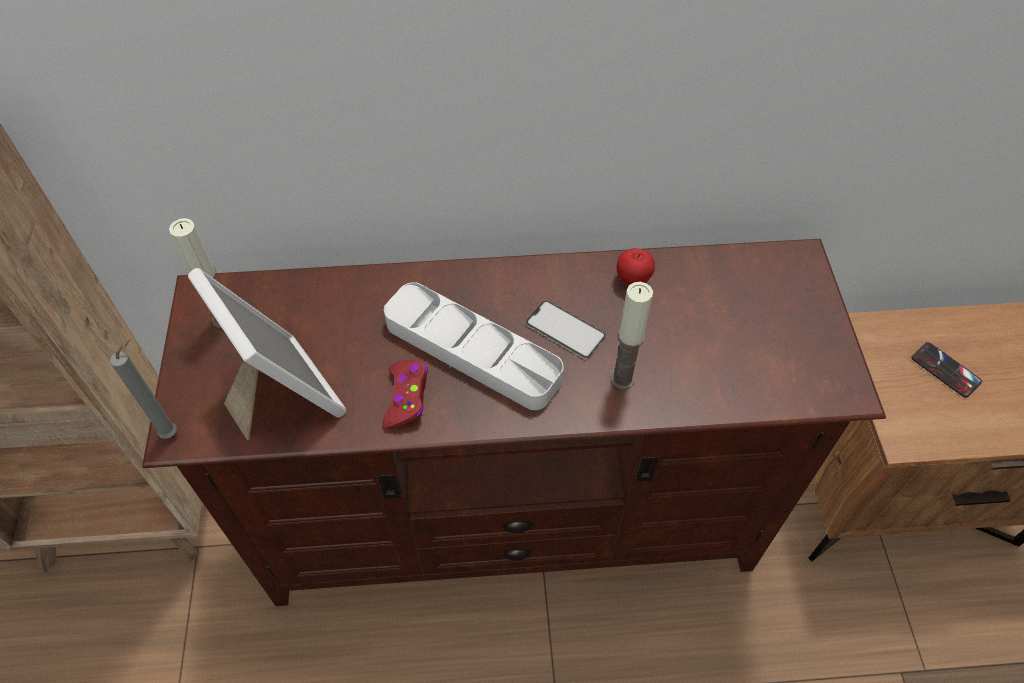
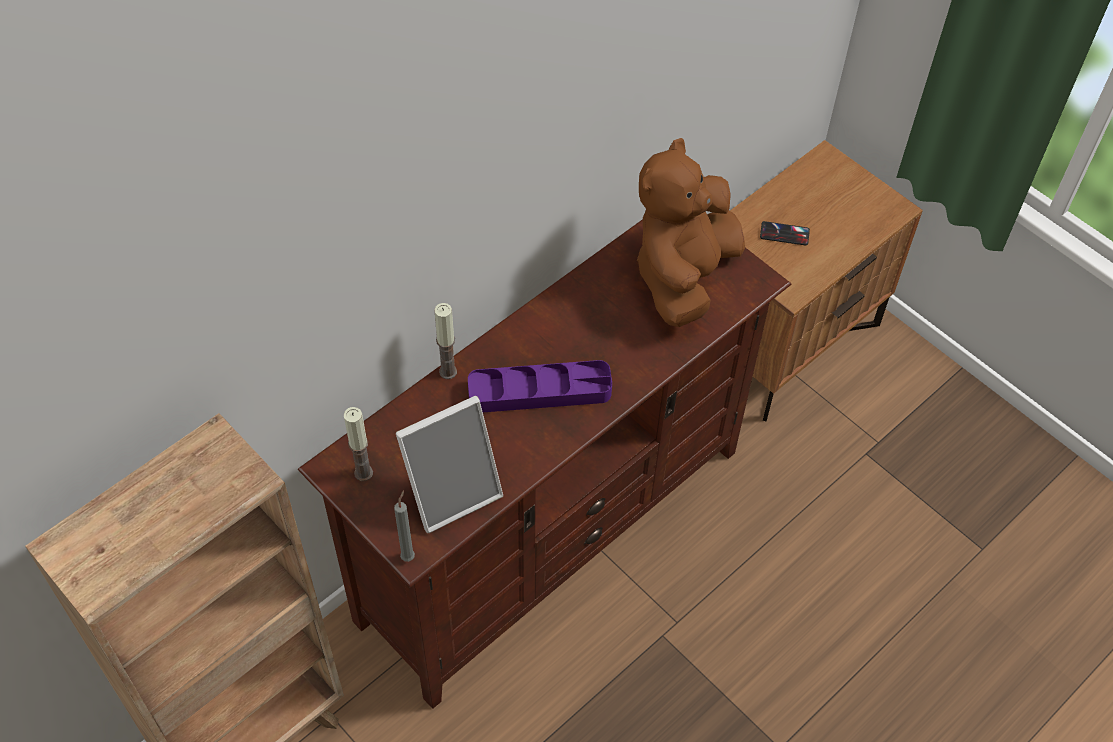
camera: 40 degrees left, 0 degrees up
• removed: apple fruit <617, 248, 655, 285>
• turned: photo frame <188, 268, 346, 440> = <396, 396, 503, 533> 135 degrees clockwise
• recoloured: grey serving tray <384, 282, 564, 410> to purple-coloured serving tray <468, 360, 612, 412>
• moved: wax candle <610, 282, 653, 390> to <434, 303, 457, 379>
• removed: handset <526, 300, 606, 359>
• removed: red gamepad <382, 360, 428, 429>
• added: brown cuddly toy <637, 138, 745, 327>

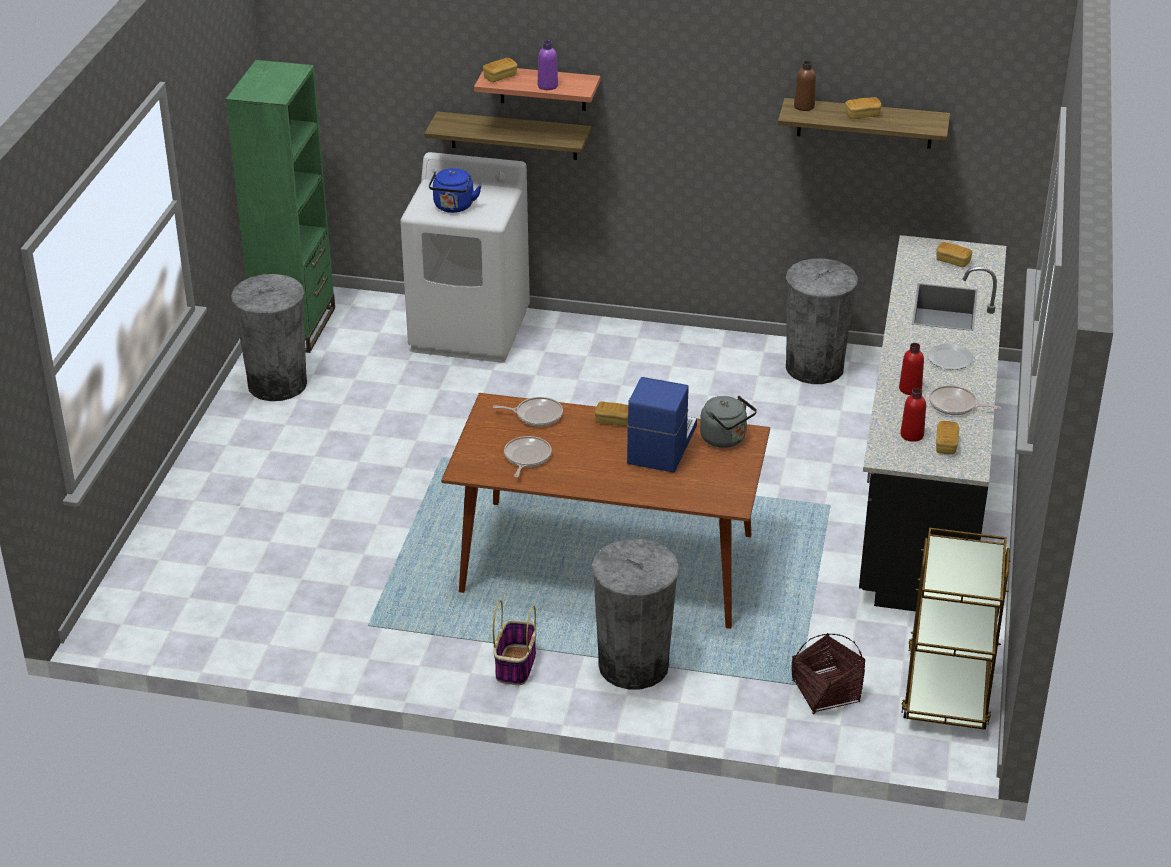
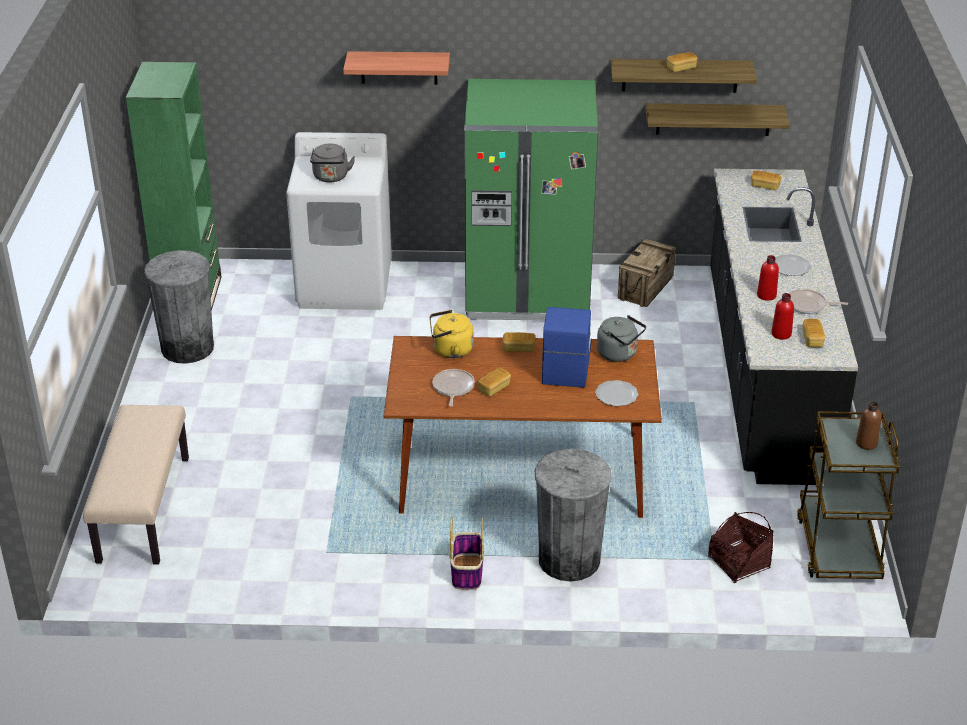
camera: 10 degrees left, 0 degrees up
• removed: purple-coloured bottle <538, 41, 558, 90>
• moved: bread <483, 58, 517, 82> to <478, 368, 511, 397>
• moved: brown bottle <794, 61, 816, 111> to <856, 401, 882, 450>
• moved: bracket shelf <424, 111, 591, 160> to <645, 103, 790, 136>
• recoloured: blue-coloured water kettle <429, 168, 481, 213> to grey water kettle <310, 144, 355, 182>
• replaced: grey trash can <786, 258, 858, 384> to shipping crate <618, 239, 676, 307>
• replaced: pan <493, 397, 563, 426> to yellow-coloured water kettle <429, 310, 474, 358>
• added: green-coloured refrigerator <464, 79, 598, 321>
• added: plate <595, 380, 638, 406>
• added: beige-coloured long seat <83, 405, 189, 565>

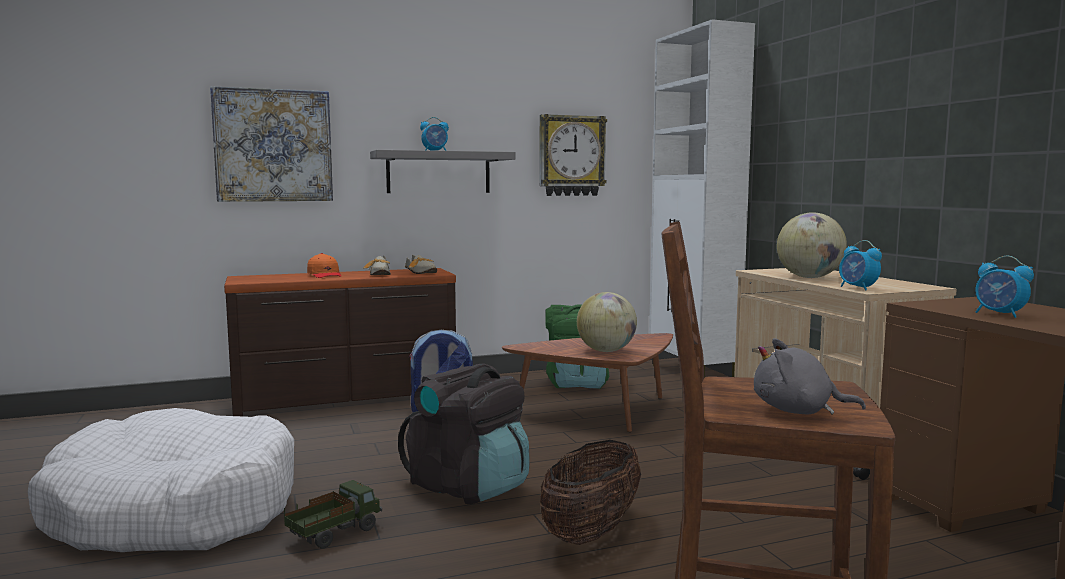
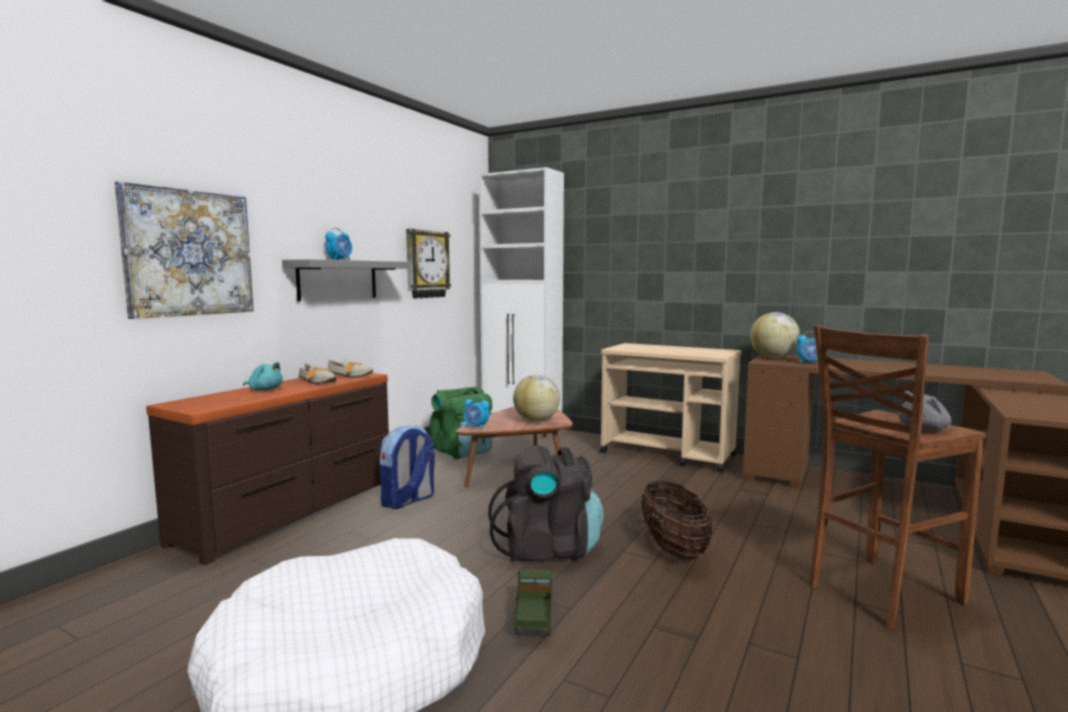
camera: 40 degrees left, 0 degrees up
• moved: desk globe <777, 212, 847, 278> to <750, 312, 800, 358>
• moved: table clock <839, 240, 882, 291> to <463, 395, 490, 429>
• replaced: orange-coloured peaked cap <307, 253, 341, 278> to blue-green cuddly toy <243, 362, 283, 391>

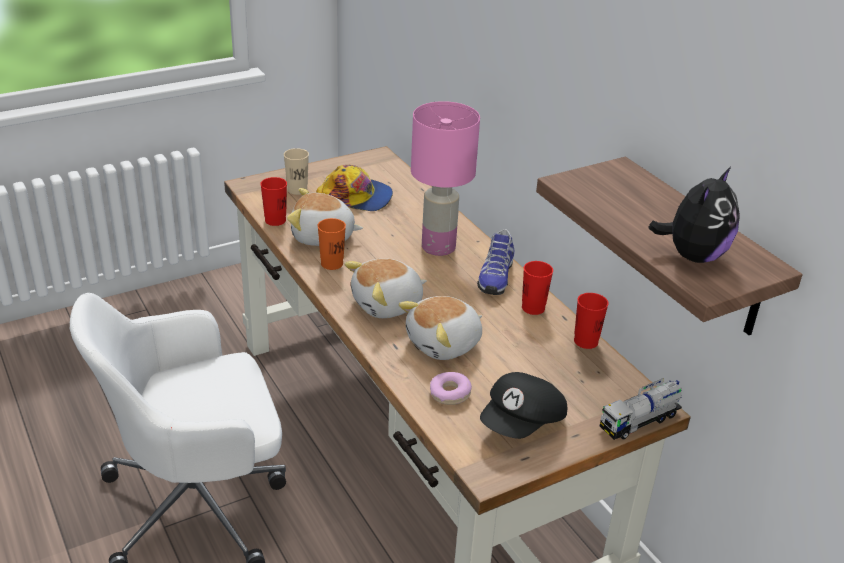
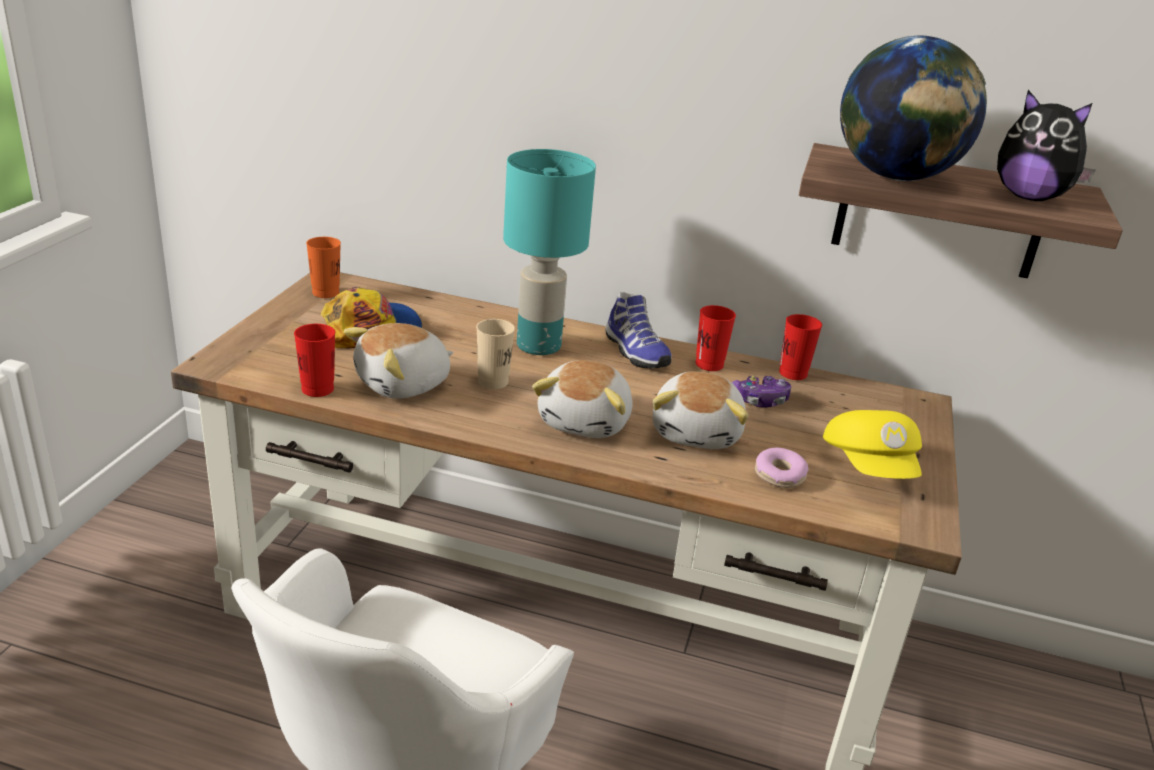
camera: 45 degrees left, 5 degrees down
• recoloured: pink tabletop lamp <411, 101, 480, 256> to blue-green tabletop lamp <503, 149, 596, 355>
• moved: beige-coloured drinking cup <284, 148, 309, 195> to <476, 319, 515, 389>
• turned: cuddly toy <648, 167, 740, 263> = <997, 90, 1095, 201> 135 degrees clockwise
• moved: orange-coloured drinking cup <318, 218, 346, 270> to <306, 237, 341, 298>
• recoloured: black-coloured peaked cap <480, 372, 567, 439> to yellow-coloured peaked cap <823, 410, 922, 479>
• removed: toy truck <600, 378, 682, 440>
• added: desk globe <840, 36, 987, 181>
• added: gamepad <732, 376, 791, 408>

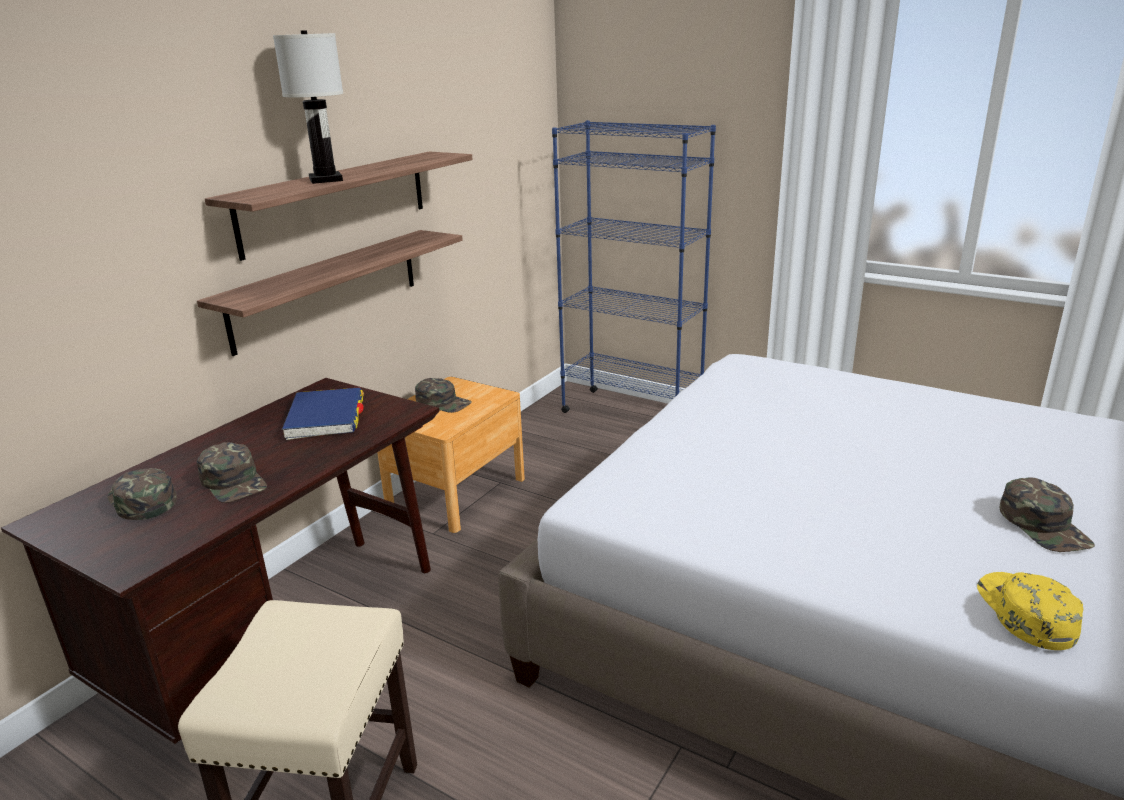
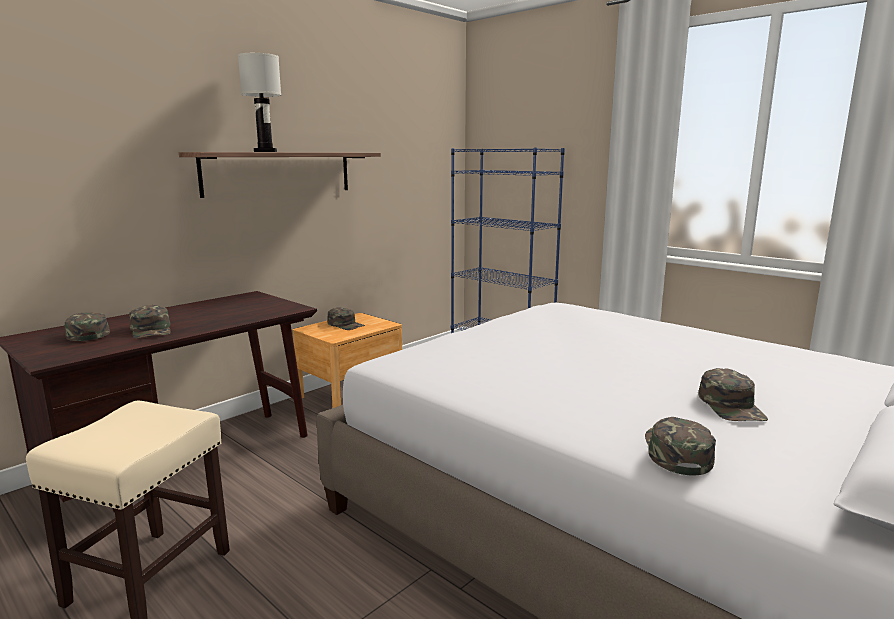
camera: 10 degrees right, 10 degrees down
• removed: bracket shelf <197, 230, 463, 356>
• removed: blue-coloured bound book <282, 388, 364, 440>
• recoloured: yellow-coloured peaked cap <977, 572, 1083, 650> to green-coloured peaked cap <645, 417, 716, 475>

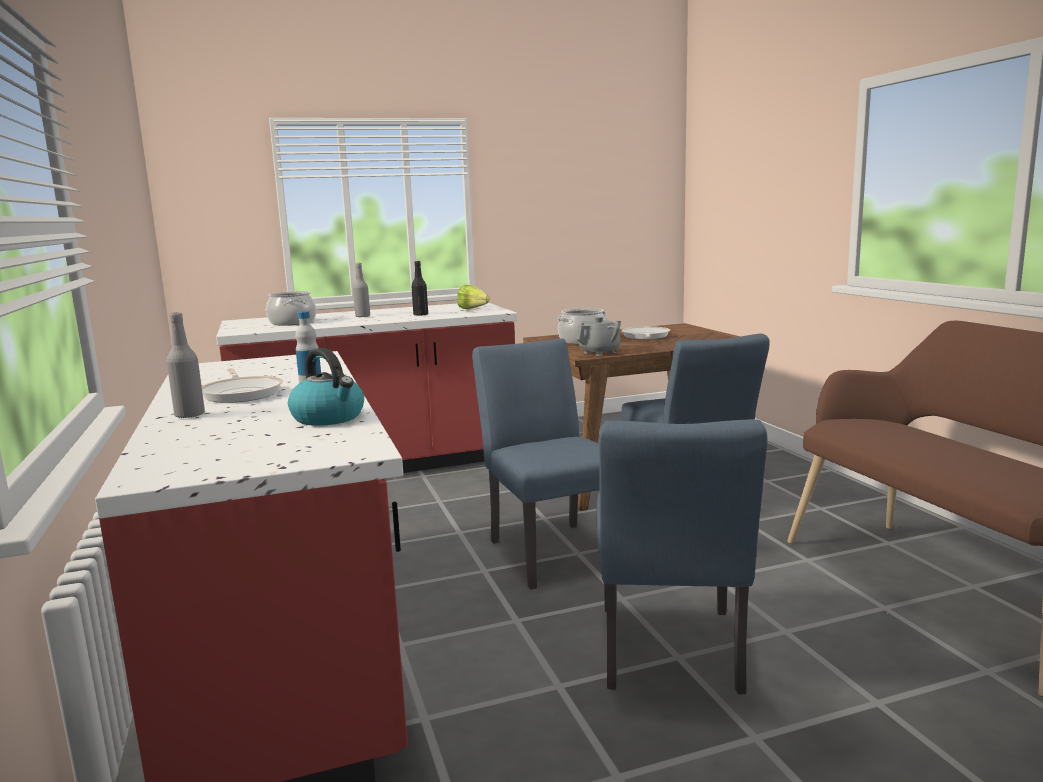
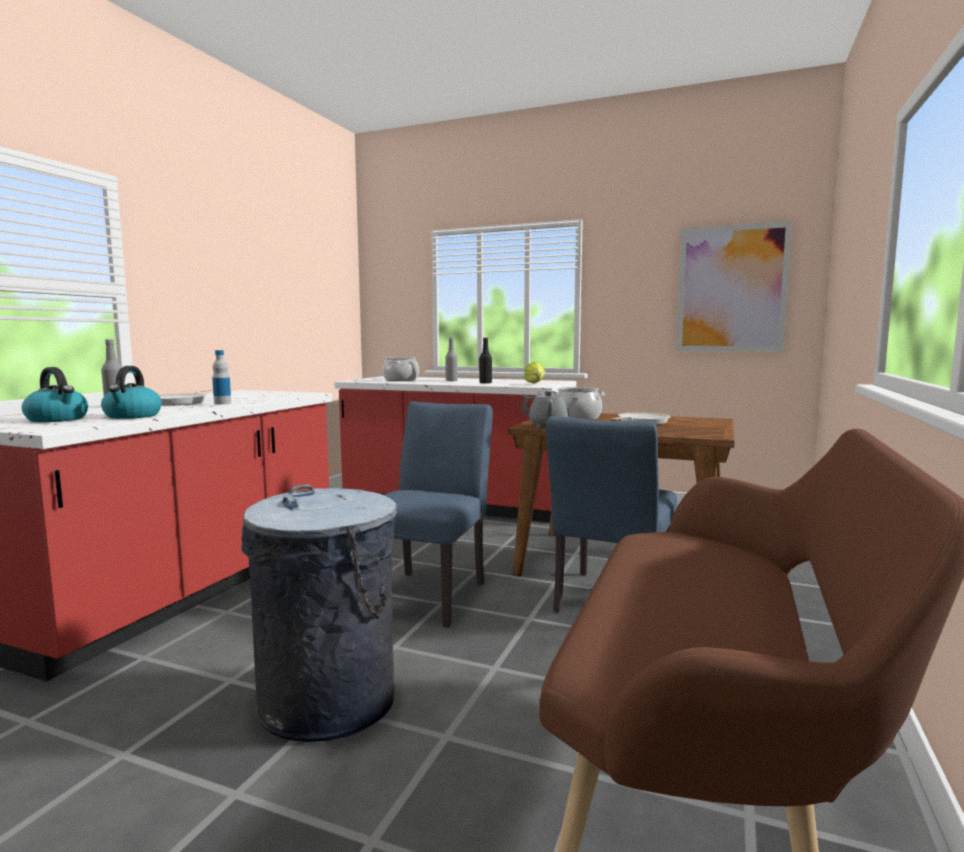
camera: 40 degrees right, 5 degrees down
• replaced: blue-coloured upright chair <596, 419, 767, 694> to grey trash can <241, 484, 397, 742>
• added: picture <676, 221, 792, 352>
• added: water kettle <22, 367, 88, 422>

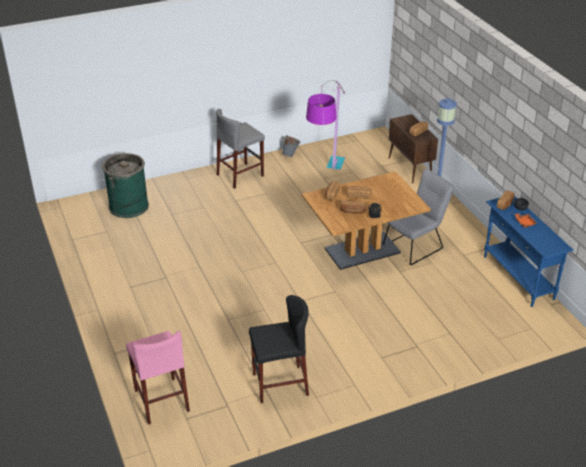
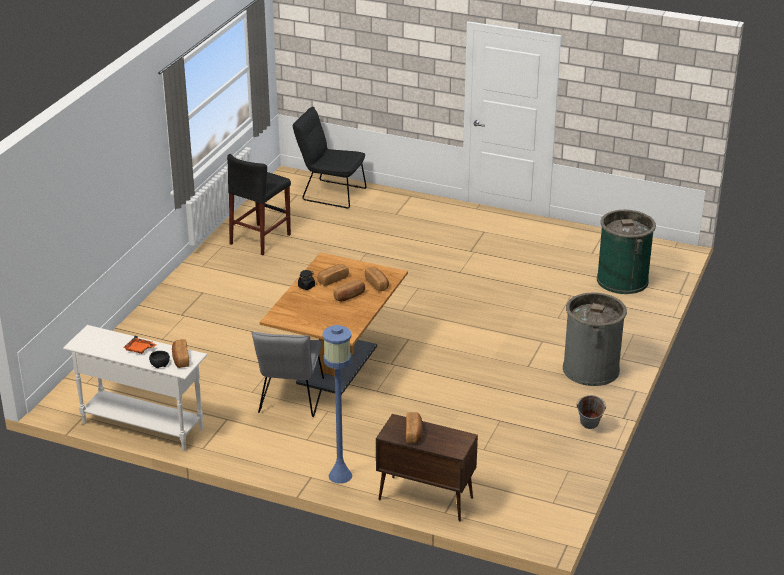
camera: 135 degrees right, 5 degrees down
• removed: floor lamp <306, 80, 345, 170>
• replaced: grey stool seat <216, 109, 265, 189> to grey trash can <563, 293, 627, 386>
• recoloured: blue-coloured hall table <484, 196, 573, 307> to white-coloured hall table <63, 325, 207, 451>
• replaced: pink stool seat <126, 331, 190, 425> to black-coloured upright chair <293, 107, 367, 209>

